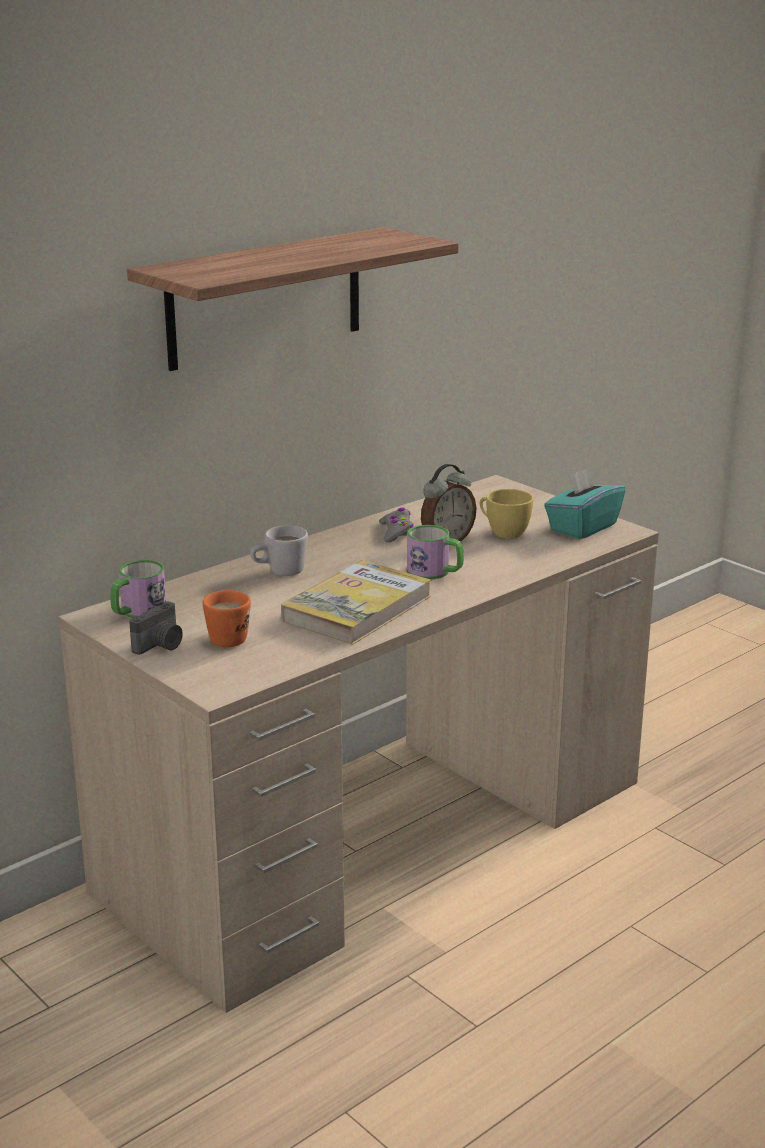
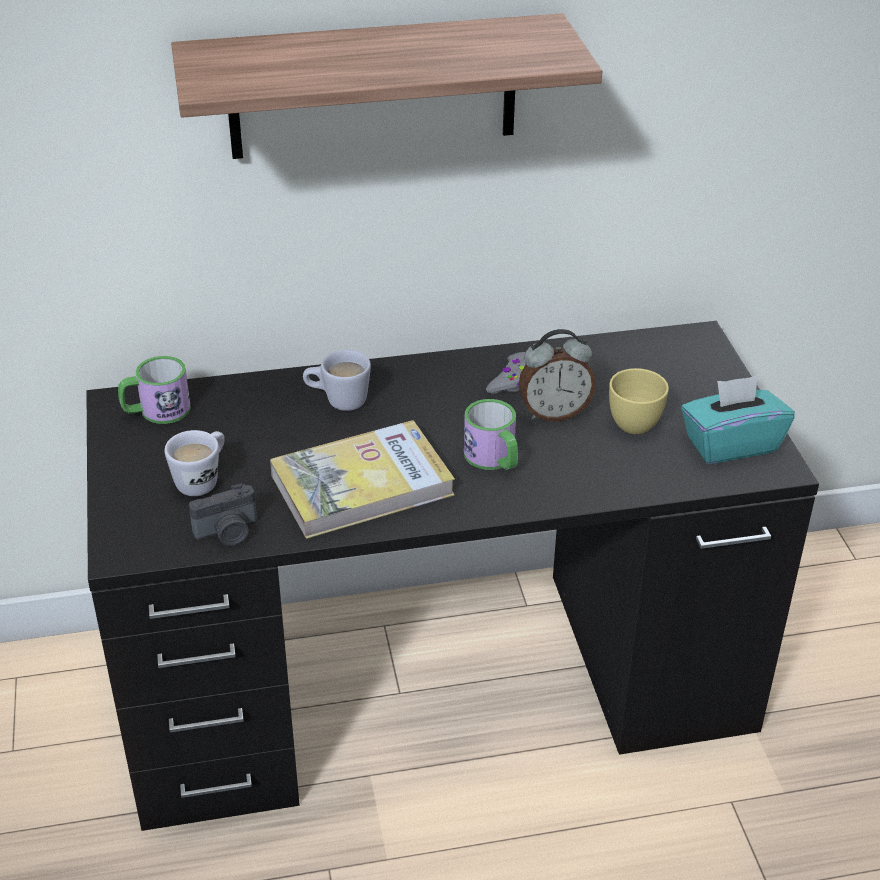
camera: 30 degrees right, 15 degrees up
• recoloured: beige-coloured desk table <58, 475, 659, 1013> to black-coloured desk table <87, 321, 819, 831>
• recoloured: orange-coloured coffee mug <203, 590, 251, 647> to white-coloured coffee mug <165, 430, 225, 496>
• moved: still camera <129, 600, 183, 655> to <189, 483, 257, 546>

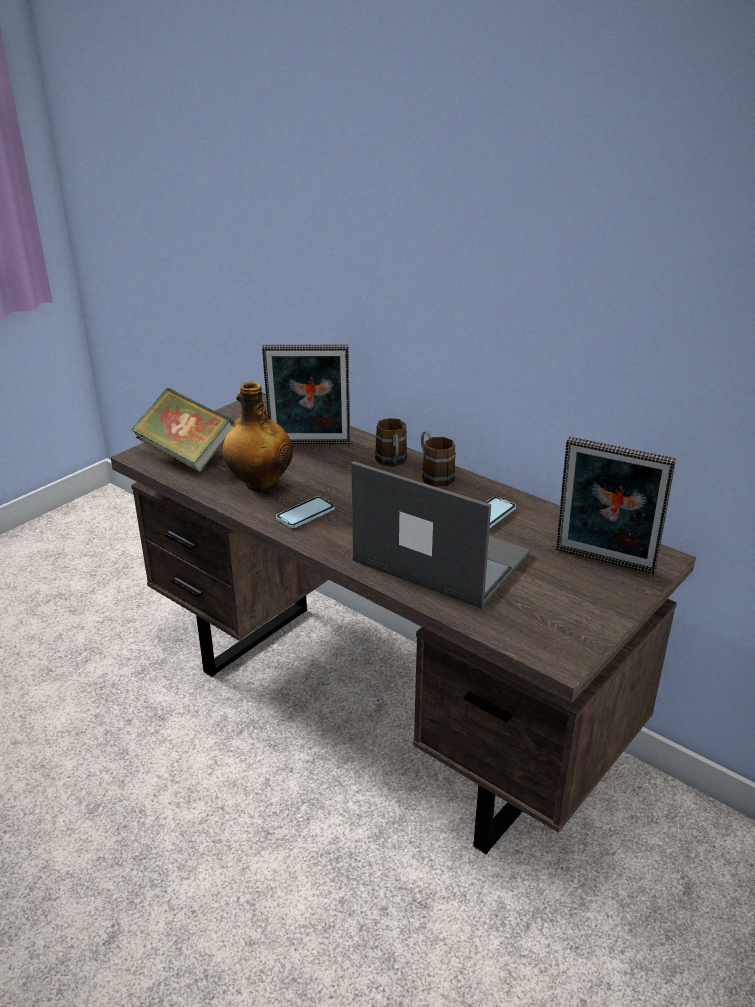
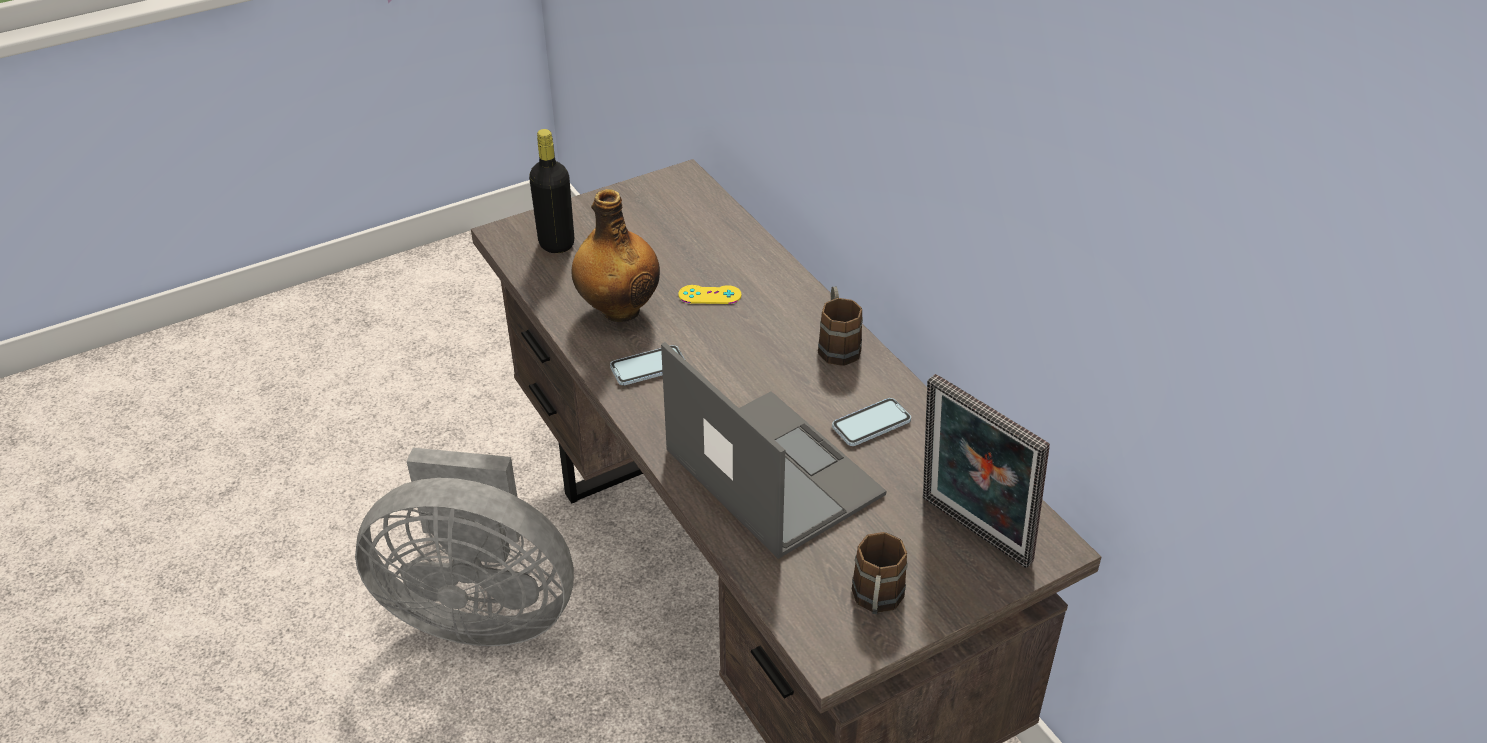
camera: 20 degrees right, 10 degrees up
• removed: photo frame <262, 345, 350, 444>
• replaced: bound book <131, 388, 234, 472> to black-coloured bottle <529, 129, 574, 253>
• moved: brown coffee mug <375, 418, 407, 467> to <852, 532, 908, 614>
• added: yellow-coloured gamepad <678, 285, 742, 304>
• added: grey electric fan <355, 448, 574, 646>

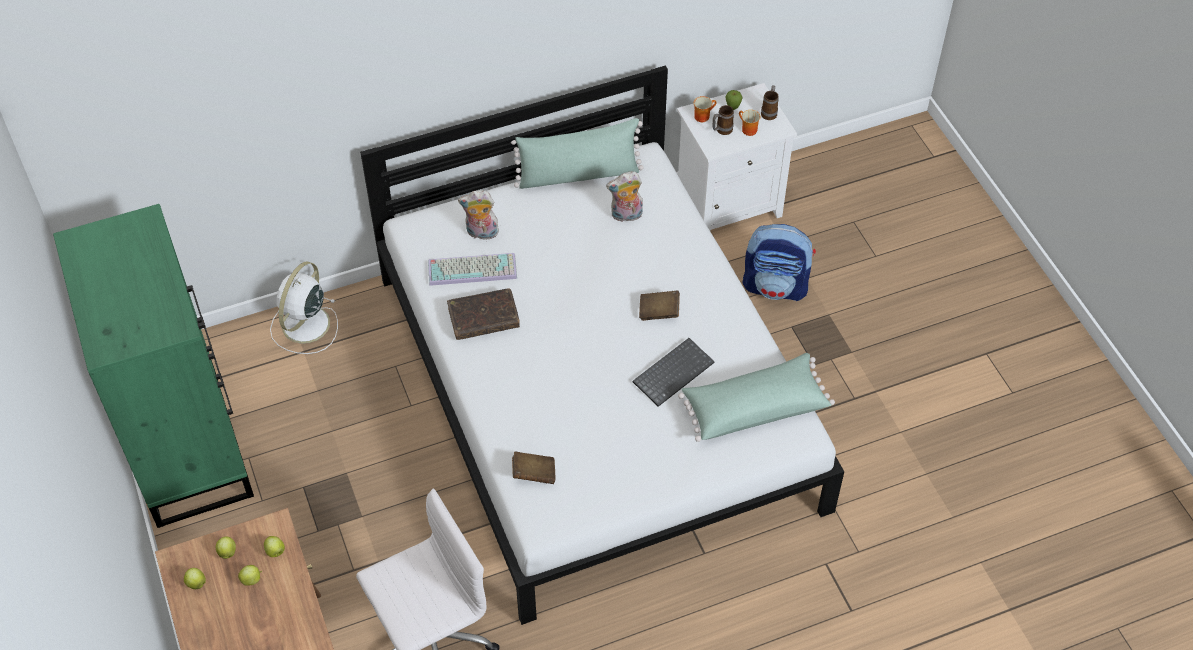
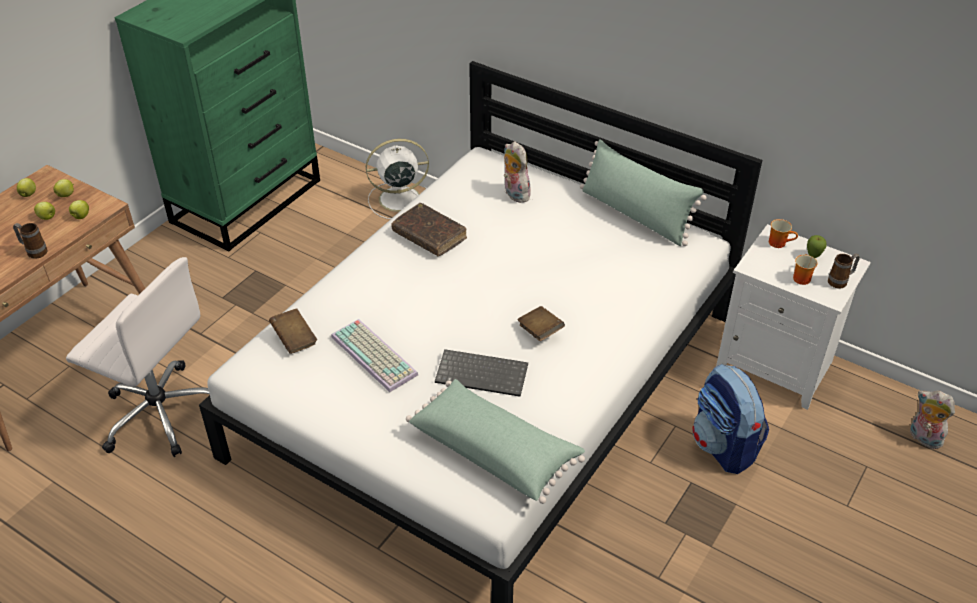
camera: 55 degrees right, 10 degrees down
• moved: coffee mug <712, 105, 734, 135> to <13, 223, 48, 259>
• moved: cuddly toy <606, 171, 643, 222> to <910, 391, 955, 449>
• moved: computer keyboard <428, 253, 517, 286> to <331, 319, 418, 392>

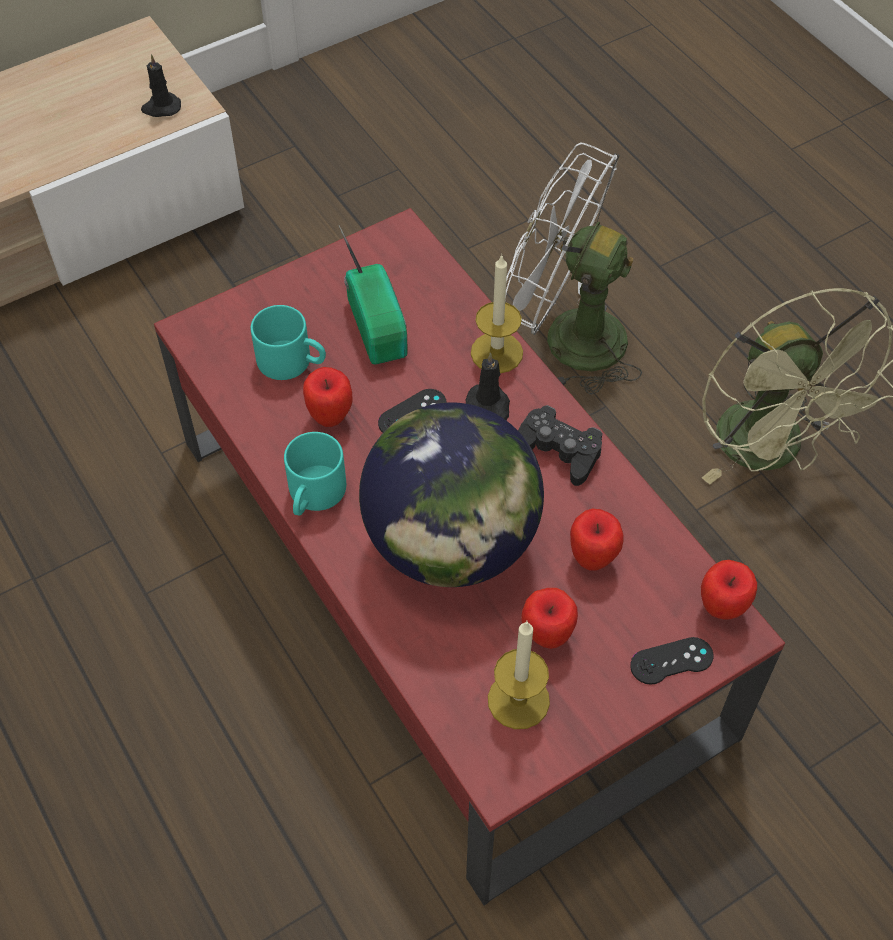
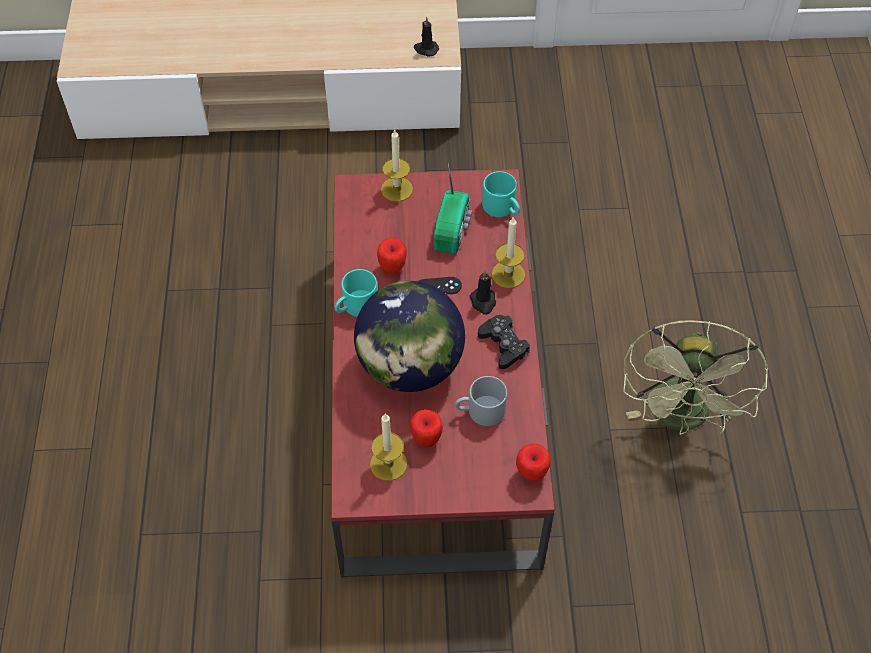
camera: 30 degrees right, 0 degrees up
• removed: white-coloured electric fan <505, 143, 642, 395>
• moved: blue-green coffee mug <251, 305, 326, 380> to <482, 171, 520, 217>
• replaced: apple fruit <570, 509, 624, 571> to grey coffee mug <455, 376, 507, 426>
• removed: black-coloured gamepad <630, 637, 714, 685>
• added: wax candle <381, 129, 413, 202>

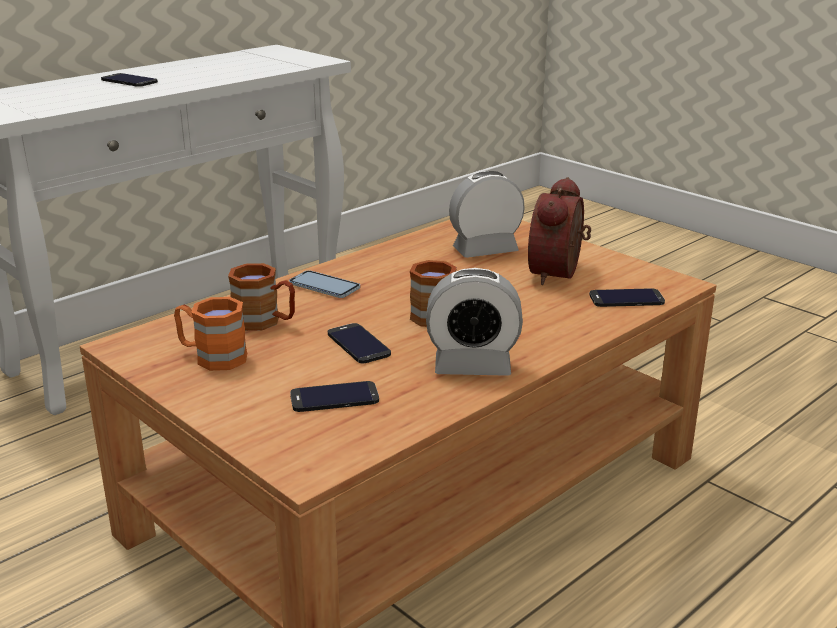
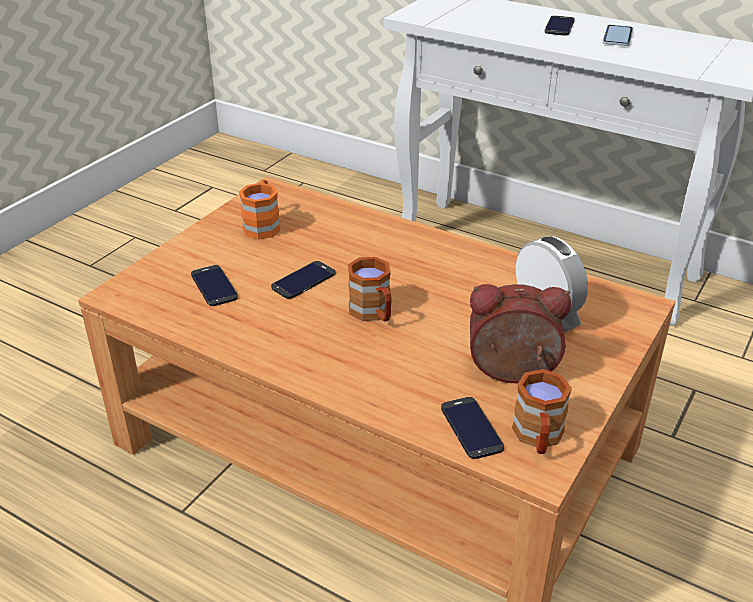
camera: 75 degrees right, 10 degrees up
• moved: brown coffee mug <228, 263, 295, 331> to <512, 369, 572, 454>
• removed: table clock <426, 268, 523, 376>
• moved: handset <289, 270, 360, 298> to <603, 25, 633, 46>

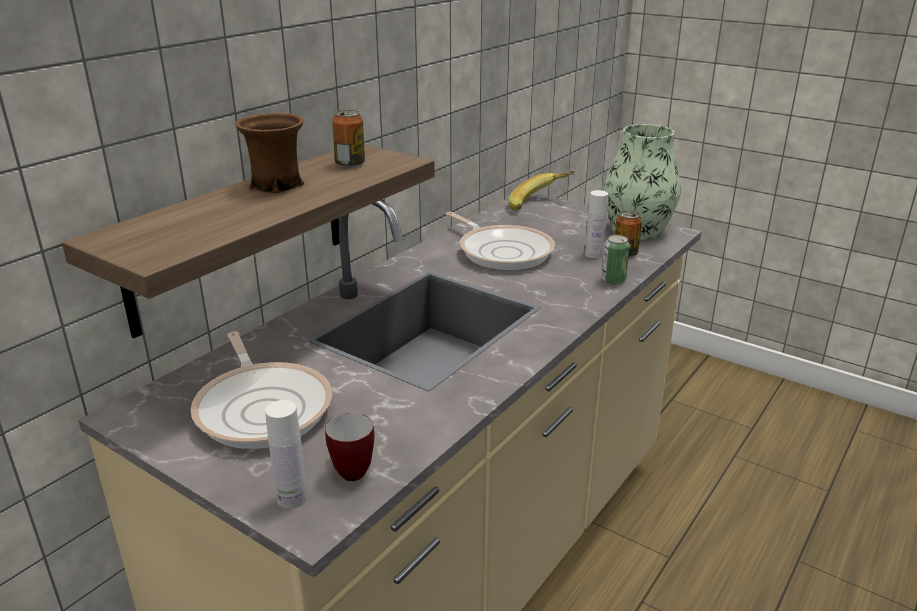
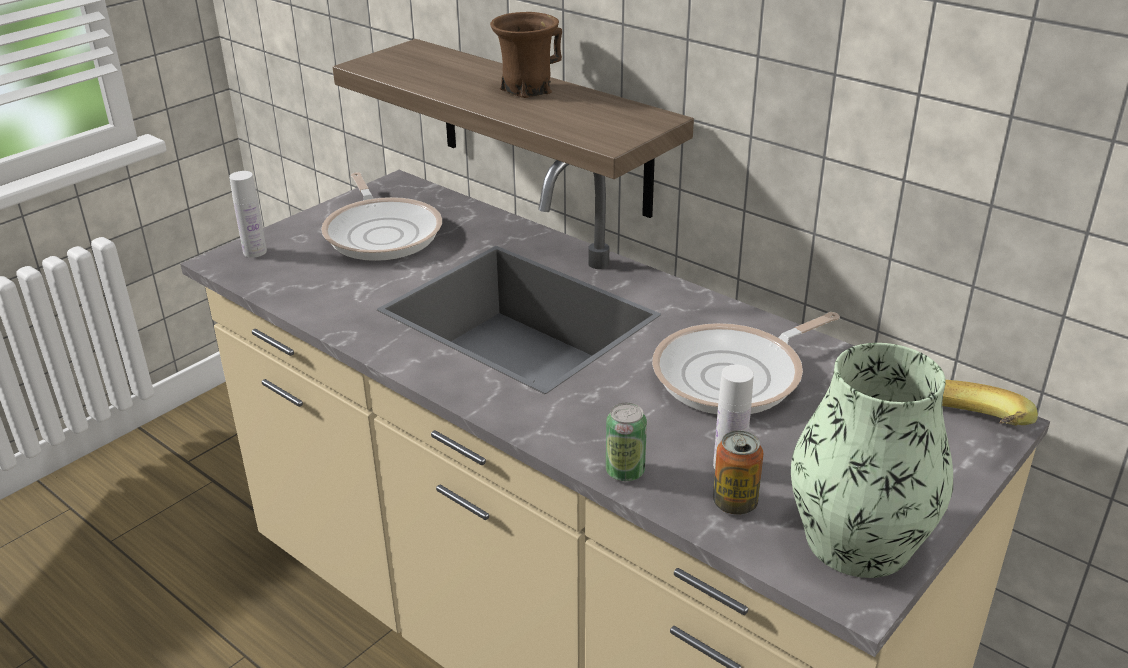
camera: 95 degrees right, 5 degrees up
• removed: sealed can <332, 110, 365, 168>
• turned: pan <191, 331, 332, 449> = <321, 172, 442, 261> 90 degrees counterclockwise
• removed: coffee mug <325, 413, 374, 481>

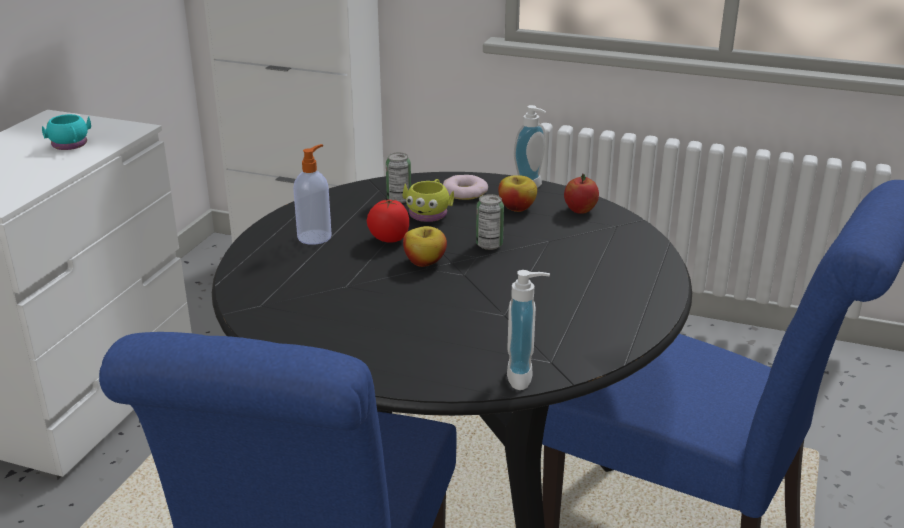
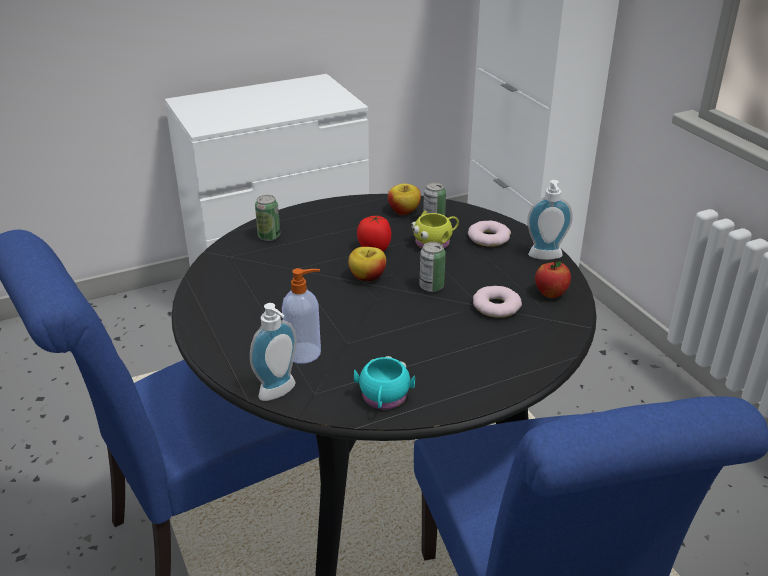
camera: 45 degrees right, 5 degrees up
• moved: blue-green coffee mug <42, 114, 91, 150> to <354, 356, 415, 410>
• moved: soap bottle <293, 144, 332, 245> to <282, 268, 321, 364>
• moved: apple fruit <498, 175, 537, 212> to <388, 184, 421, 215>
• added: sealed can <255, 195, 280, 241>
• added: donut <473, 286, 522, 318>

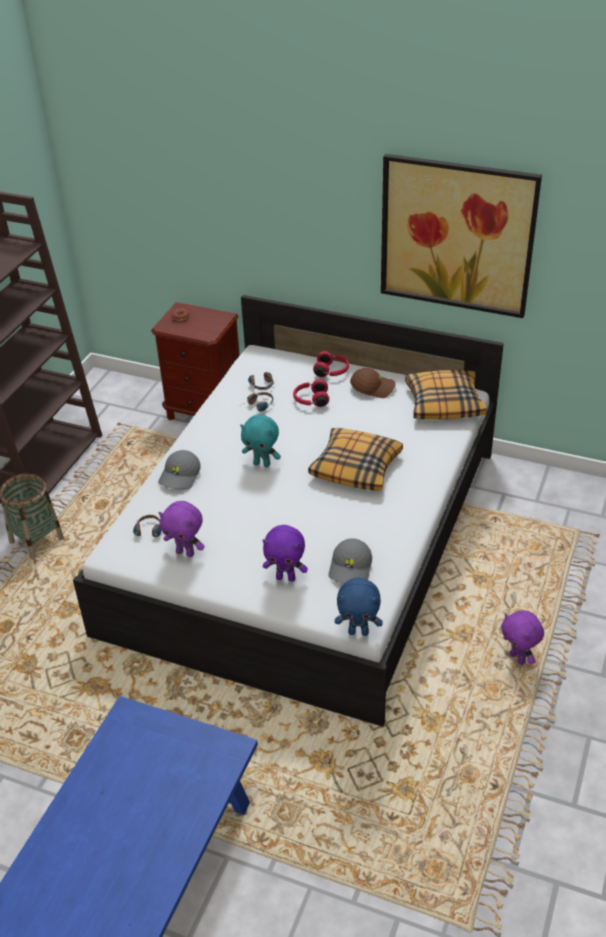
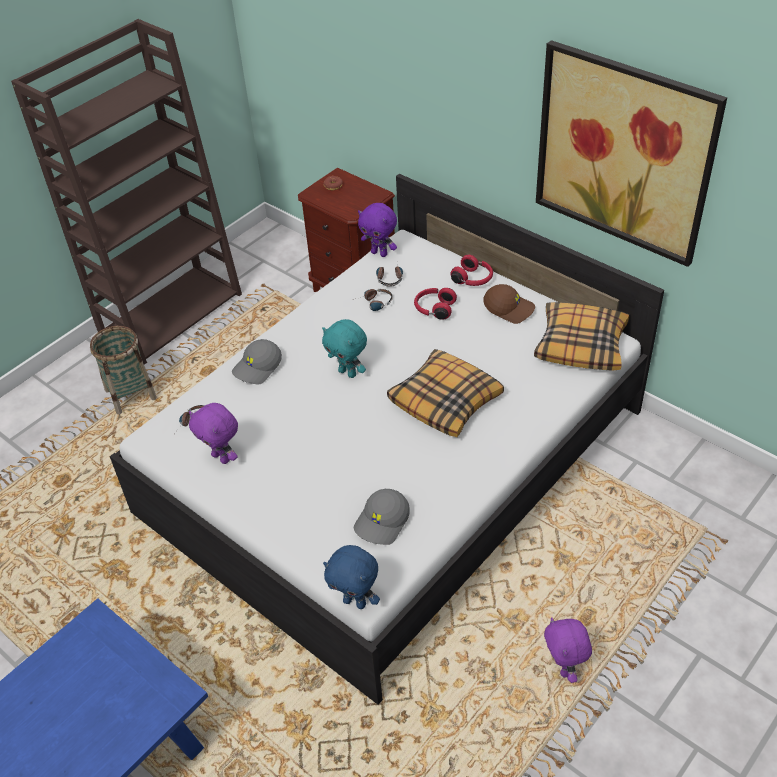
camera: 20 degrees right, 5 degrees up
• moved: purple-coloured cuddly toy <263, 525, 308, 581> to <358, 203, 397, 257>

